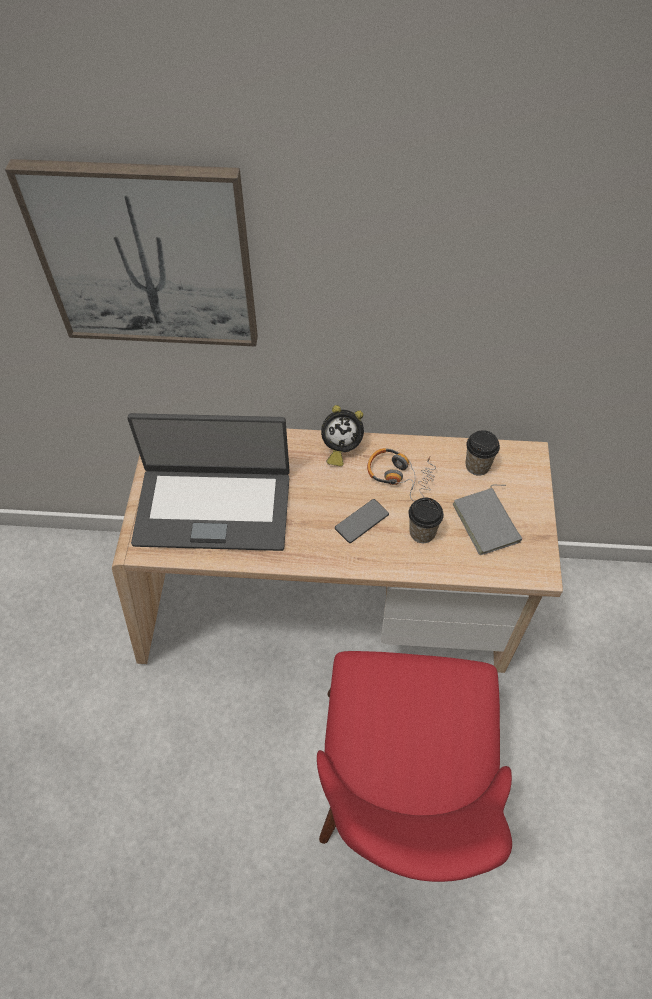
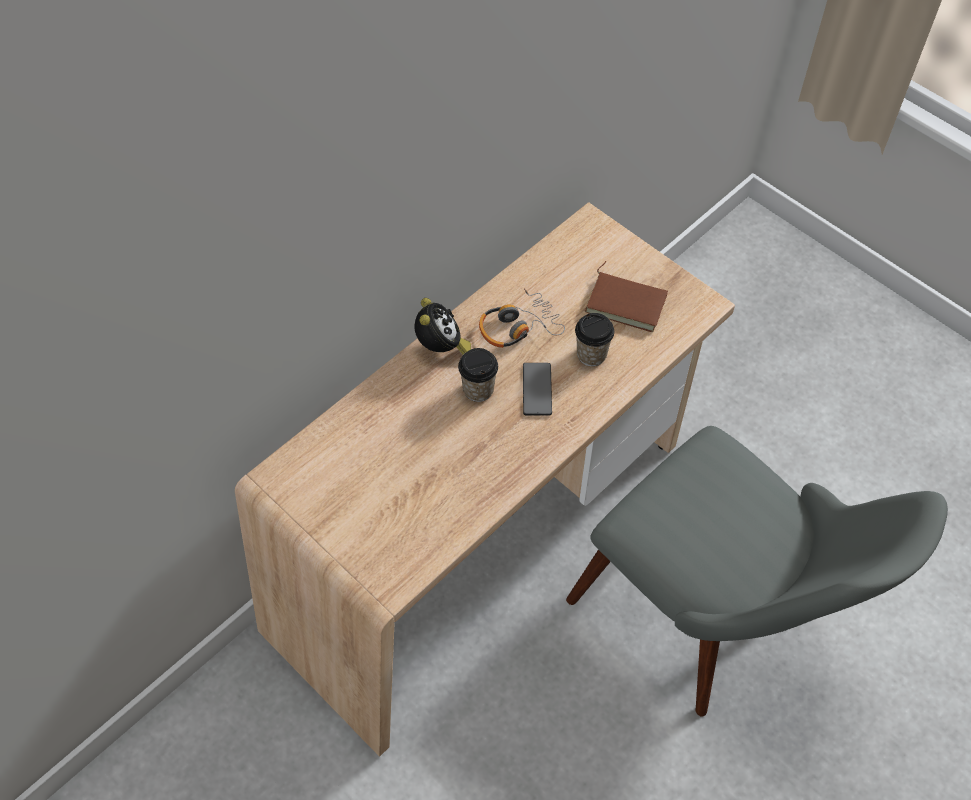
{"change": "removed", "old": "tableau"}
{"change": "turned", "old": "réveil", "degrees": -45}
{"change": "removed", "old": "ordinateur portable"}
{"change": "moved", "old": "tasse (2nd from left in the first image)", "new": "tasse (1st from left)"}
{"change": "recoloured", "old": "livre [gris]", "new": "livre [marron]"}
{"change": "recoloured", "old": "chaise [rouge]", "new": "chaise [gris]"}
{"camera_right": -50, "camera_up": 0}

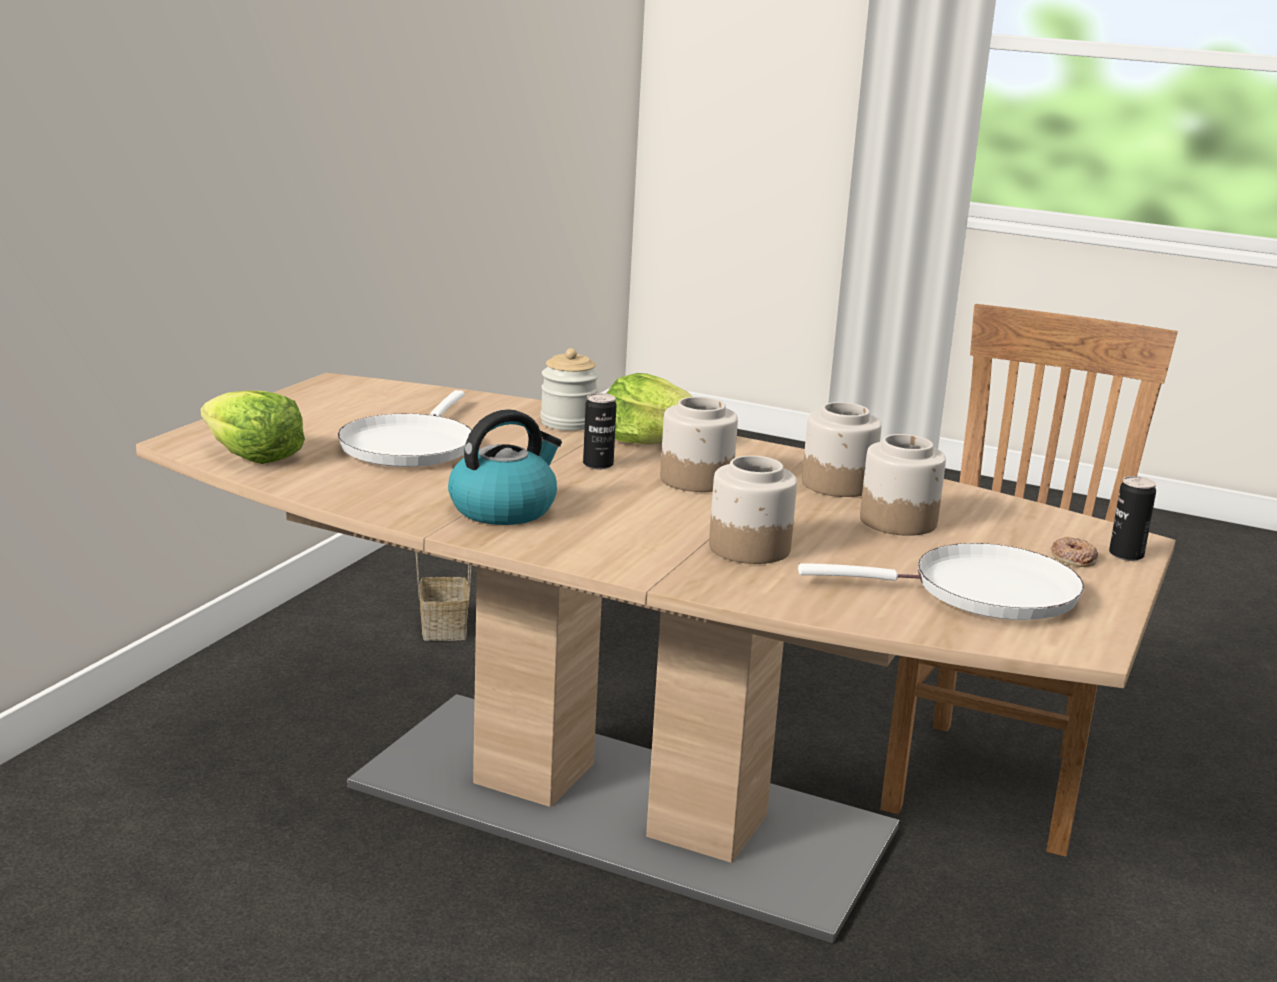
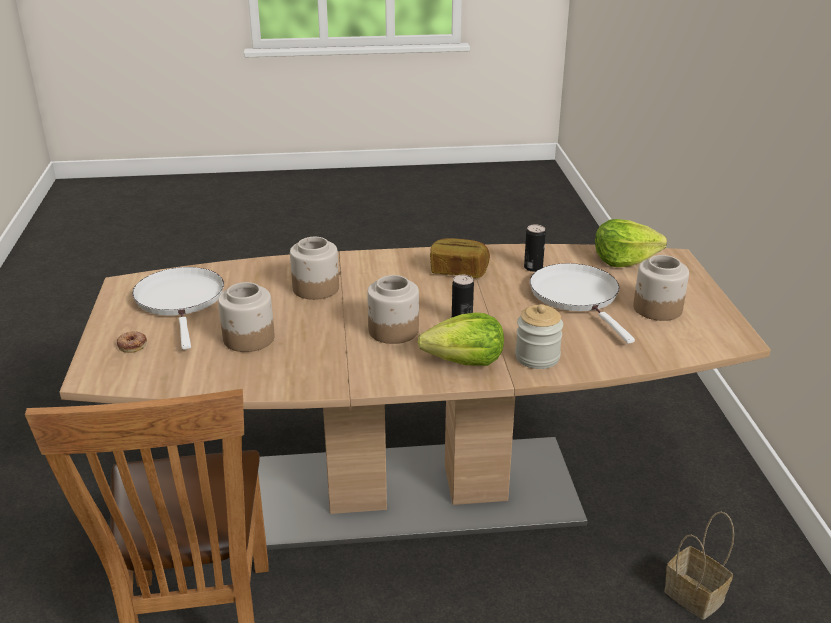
{"change": "moved", "old": "bocal (4th from left in the first image)", "new": "bocal (5th from left)"}
{"change": "replaced", "old": "bouilloire", "new": "pain"}
{"change": "moved", "old": "boîte métallique (2nd from left)"}
{"change": "turned", "old": "poêle [blanc] (2nd from left in the first image)", "degrees": 105}
{"camera_right": 150, "camera_up": 10}

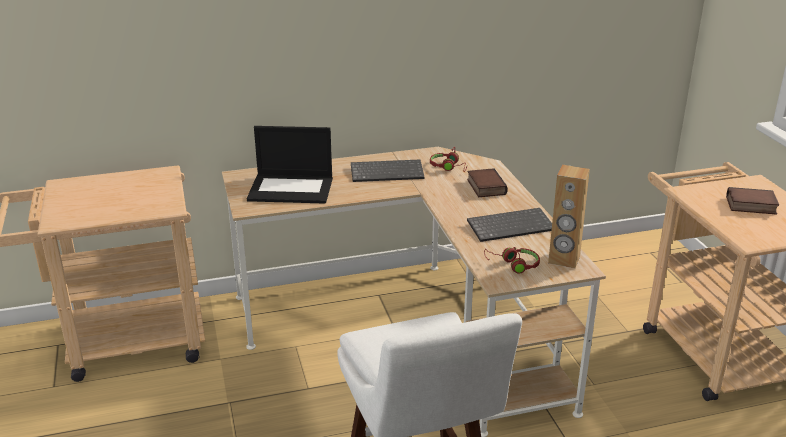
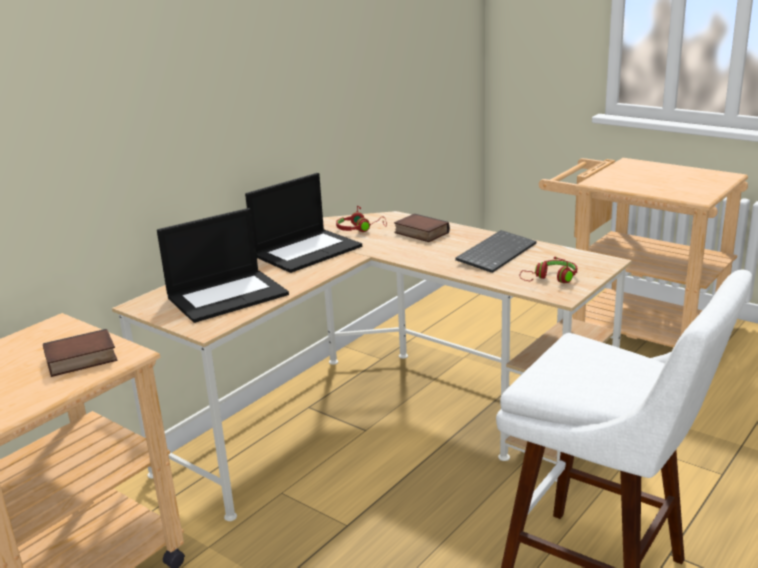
{"change": "replaced", "old": "clavier (1st from left)", "new": "ordinateur portable (2nd from left)"}
{"change": "removed", "old": "enceinte [marron]"}
{"change": "moved", "old": "livre (2nd from left in the first image)", "new": "livre (1st from left)"}
{"camera_right": -35, "camera_up": -5}

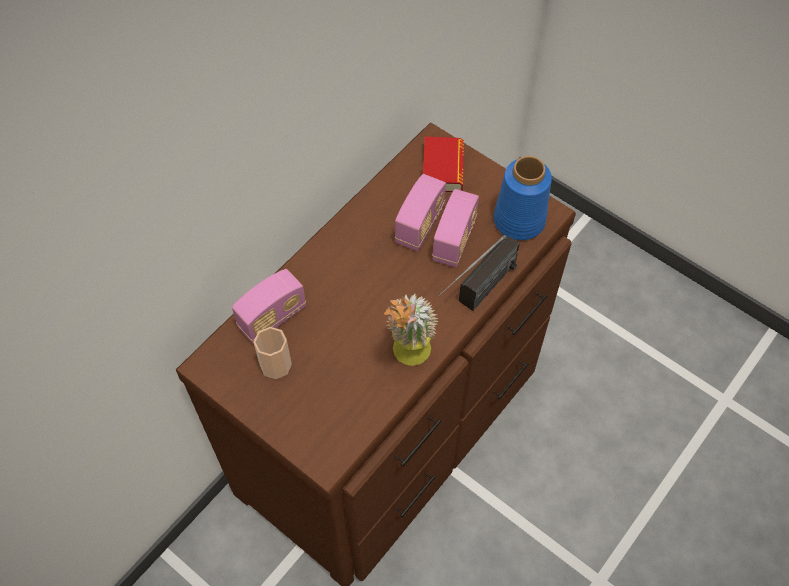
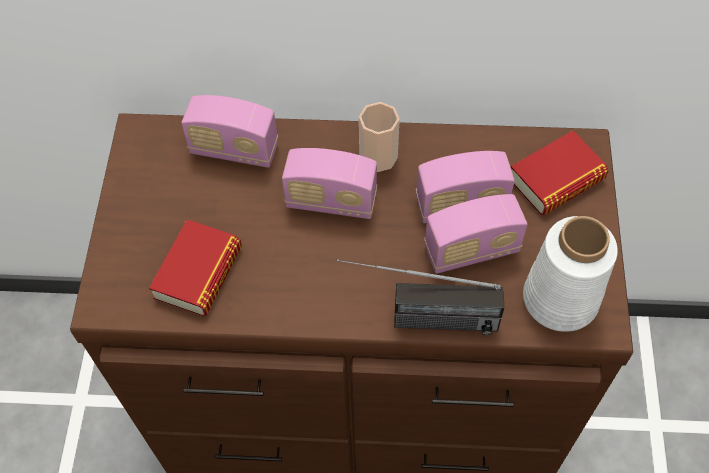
{"change": "recoloured", "old": "vase [bleu]", "new": "vase [blanc]"}
{"change": "removed", "old": "plante en pot"}
{"change": "moved", "old": "tasse"}
{"change": "added", "new": "radio (2nd from left)"}
{"change": "added", "new": "livre (1st from left)"}
{"camera_right": 55, "camera_up": 0}

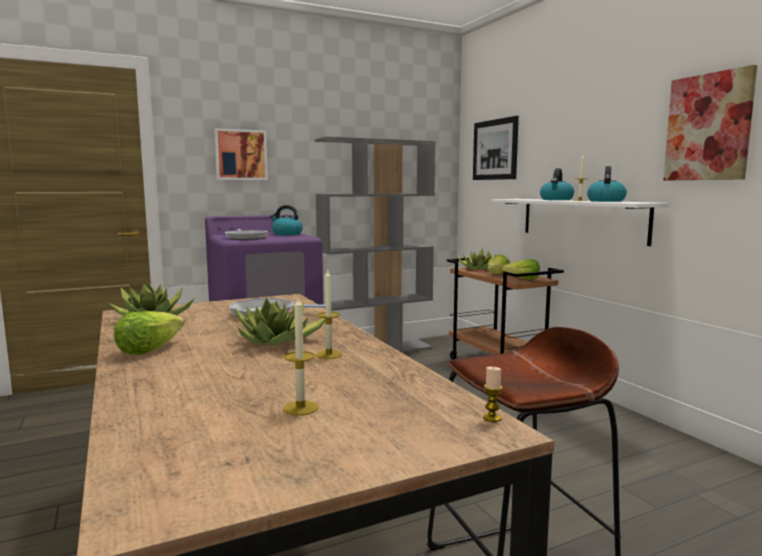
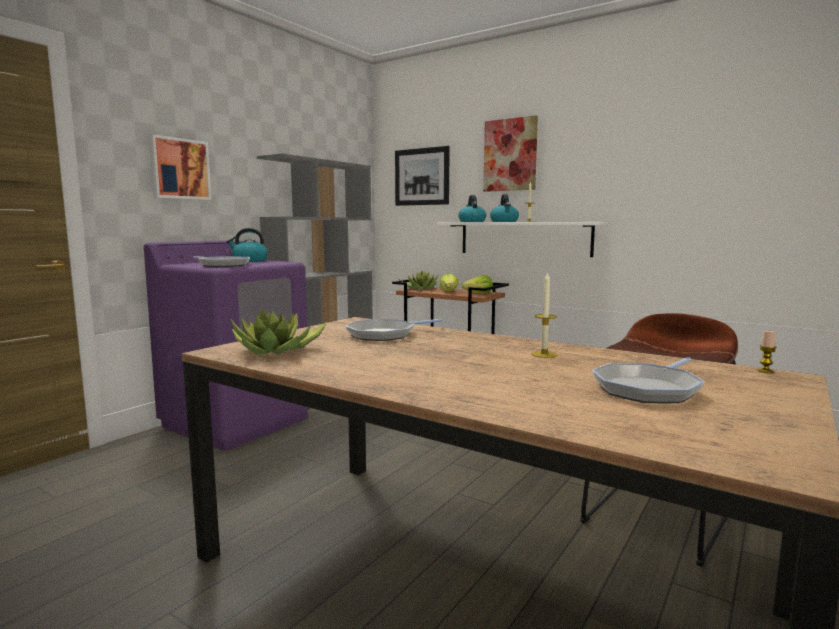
{"change": "moved", "old": "tableau (3rd from left)"}
{"change": "moved", "old": "bouilloire (3rd from left in the first image)", "new": "bouilloire (2nd from left)"}
{"change": "replaced", "old": "bougie (1st from left)", "new": "poêle (3rd from left)"}
{"change": "removed", "old": "plante en pot (2nd from left)"}
{"change": "removed", "old": "laitue (1st from left)"}
{"camera_right": -30, "camera_up": 0}

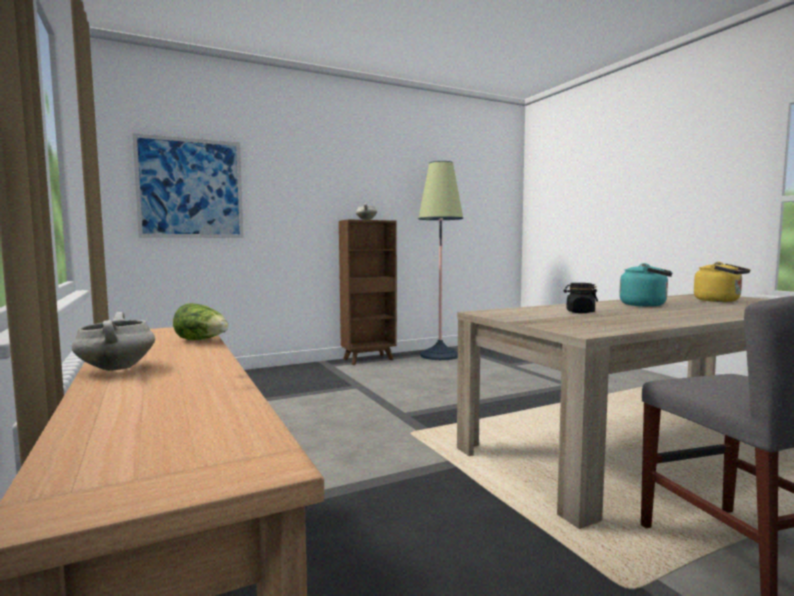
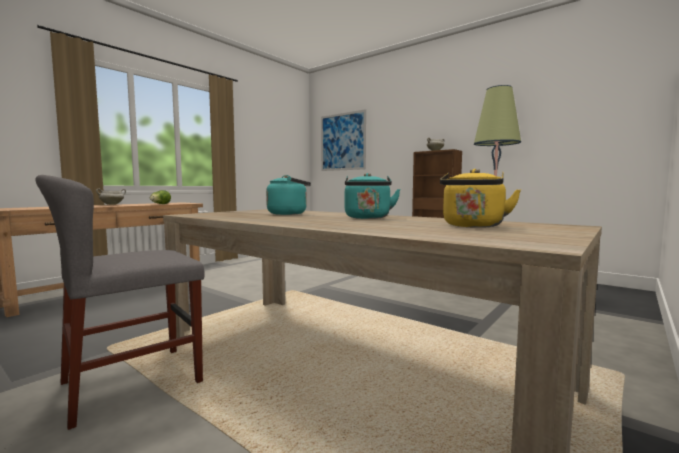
{"change": "replaced", "old": "bocal [noir]", "new": "bouilloire [turquoise] (1st from left)"}
{"camera_right": 65, "camera_up": 0}

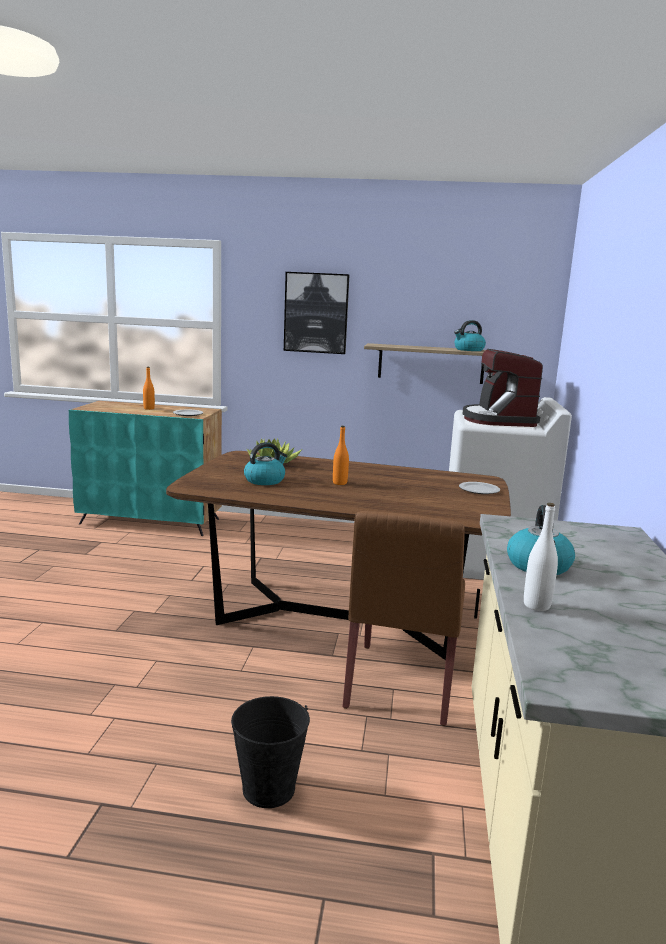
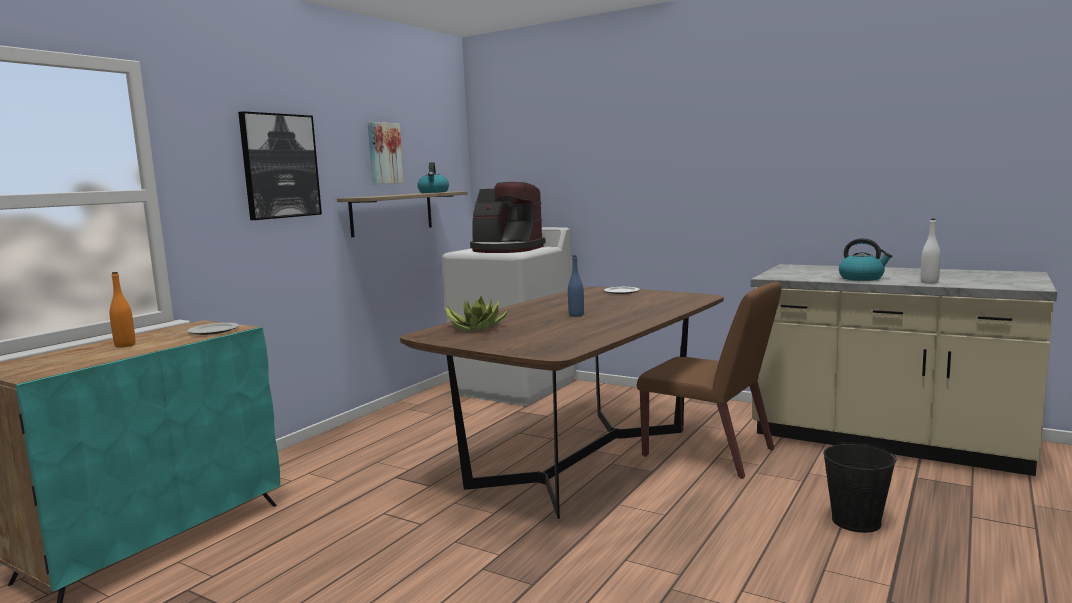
{"change": "recoloured", "old": "bouteille [orange] (2nd from left)", "new": "bouteille [bleu]"}
{"change": "removed", "old": "bouilloire (1st from left)"}
{"change": "added", "new": "tableau (2nd from left)"}
{"camera_right": -65, "camera_up": -5}

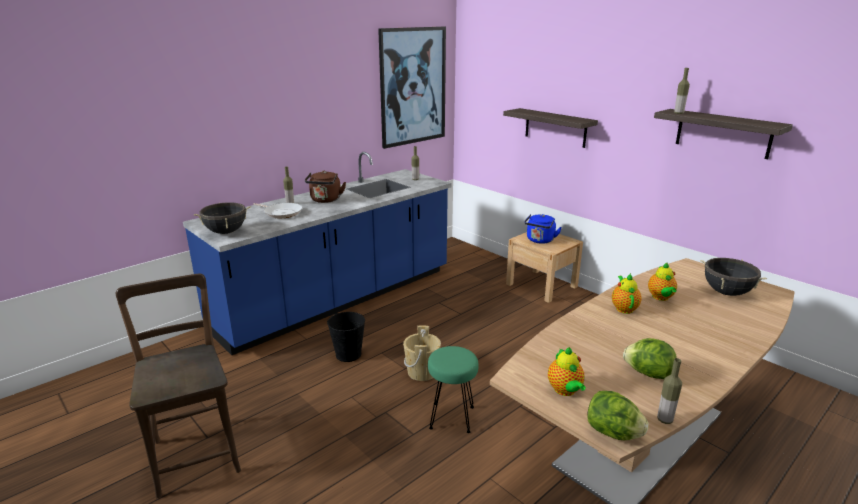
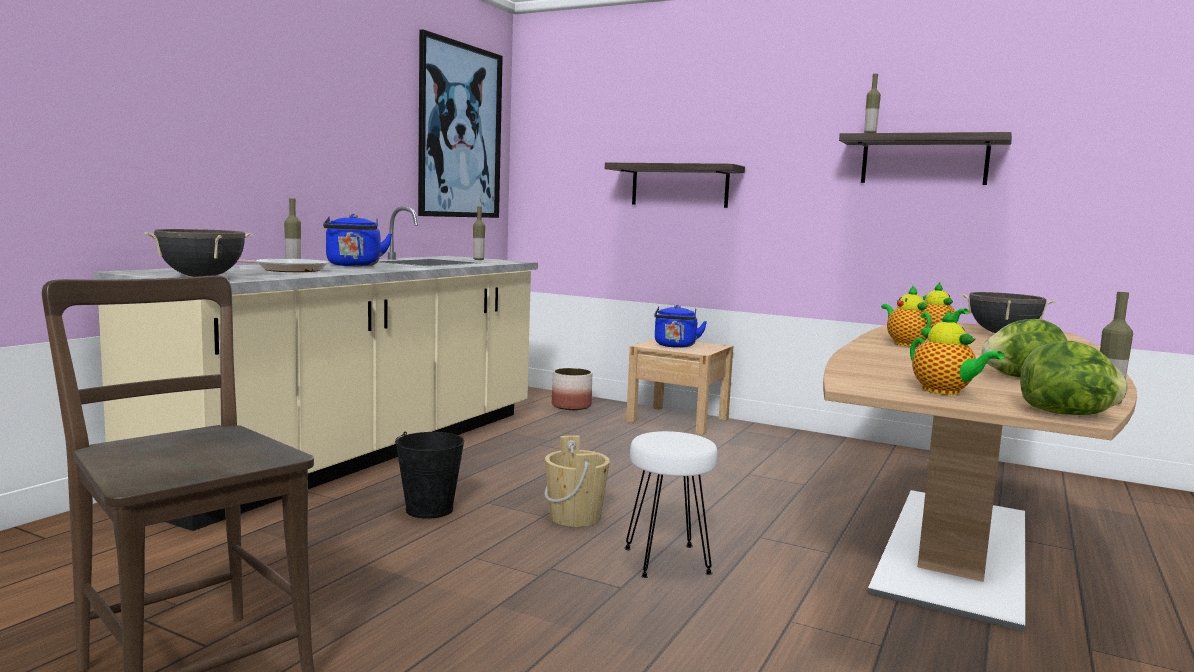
{"change": "recoloured", "old": "comptoir de cuisine [bleu]", "new": "comptoir de cuisine [beige]"}
{"change": "recoloured", "old": "bouilloire [marron]", "new": "bouilloire [bleu] (1st from left)"}
{"change": "recoloured", "old": "tabouret [vert]", "new": "tabouret [blanc]"}
{"change": "added", "new": "cache-pot"}
{"camera_right": -20, "camera_up": -15}

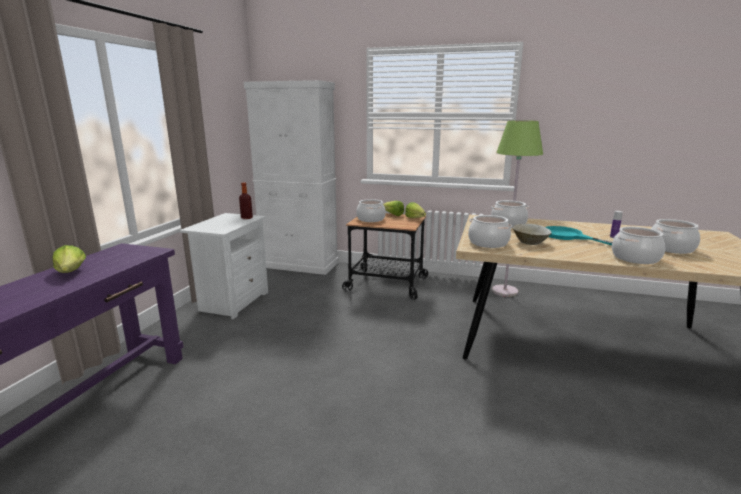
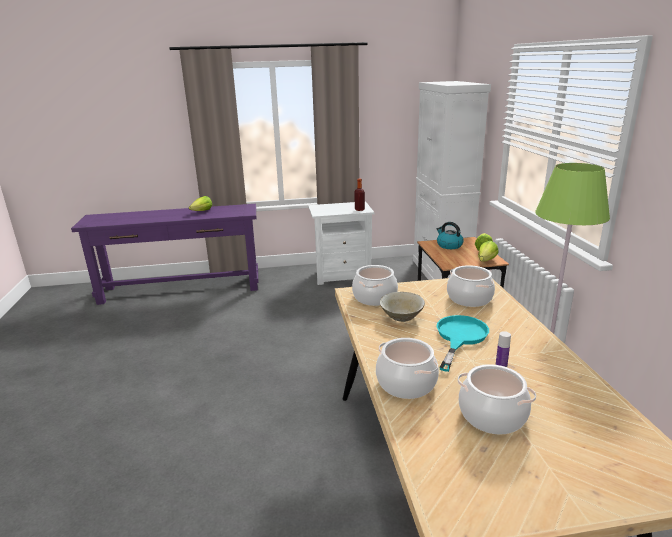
{"change": "replaced", "old": "marmite (1st from left)", "new": "bouilloire"}
{"camera_right": 65, "camera_up": 5}

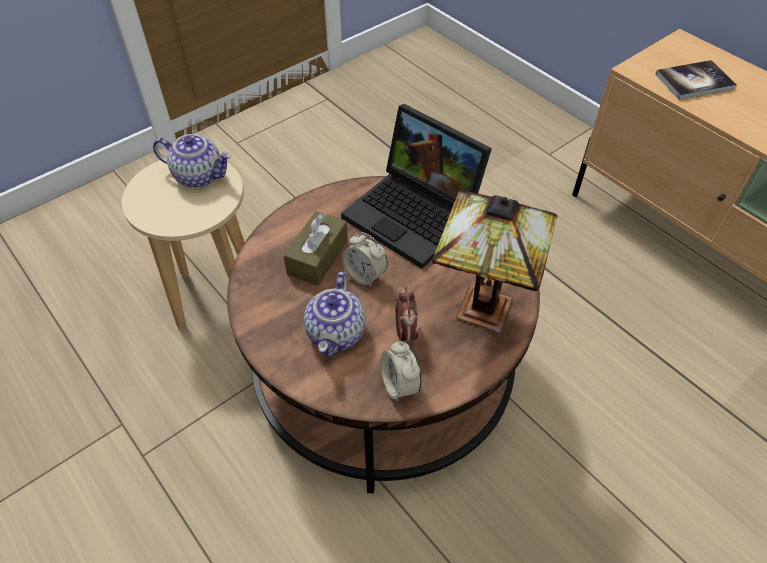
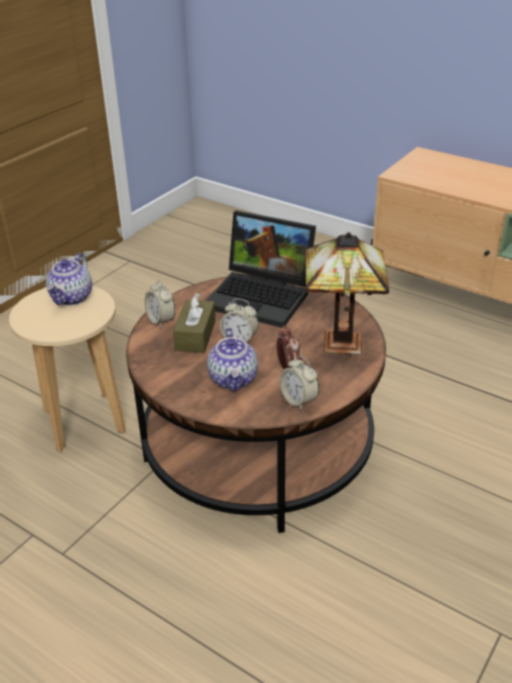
{"change": "removed", "old": "livre"}
{"change": "turned", "old": "théière (1st from left)", "degrees": 105}
{"change": "added", "new": "réveil (1st from left)"}
{"camera_right": -15, "camera_up": -15}

